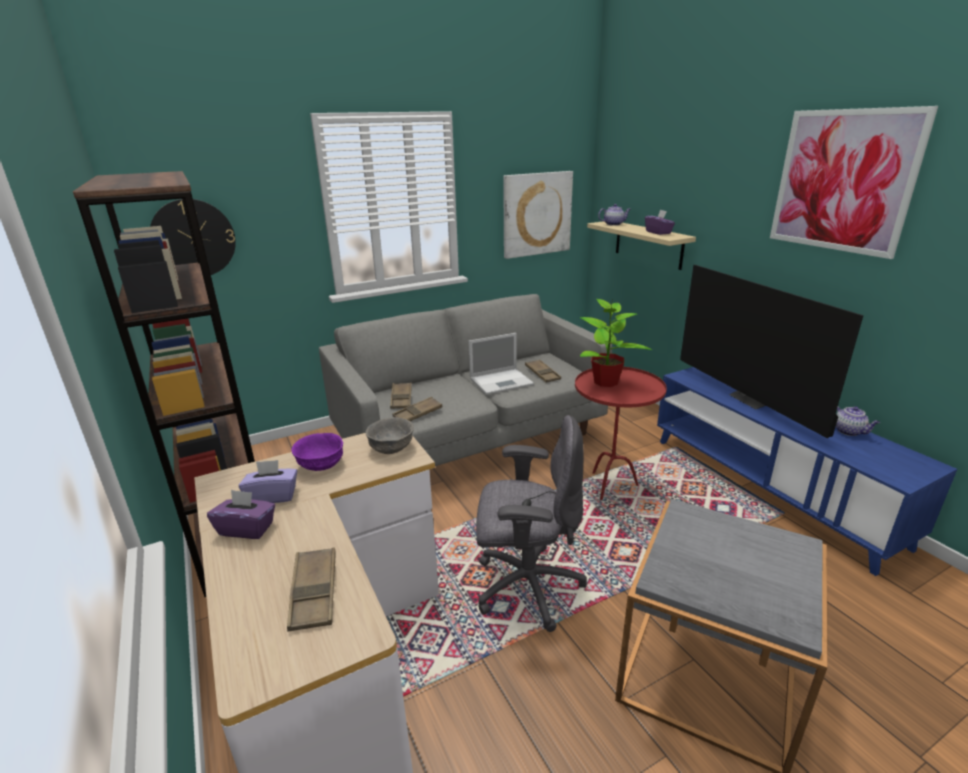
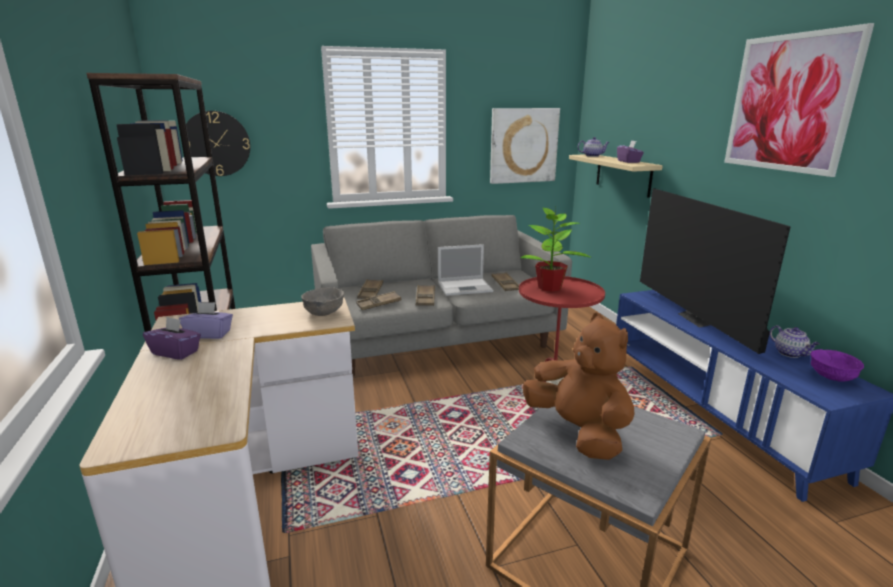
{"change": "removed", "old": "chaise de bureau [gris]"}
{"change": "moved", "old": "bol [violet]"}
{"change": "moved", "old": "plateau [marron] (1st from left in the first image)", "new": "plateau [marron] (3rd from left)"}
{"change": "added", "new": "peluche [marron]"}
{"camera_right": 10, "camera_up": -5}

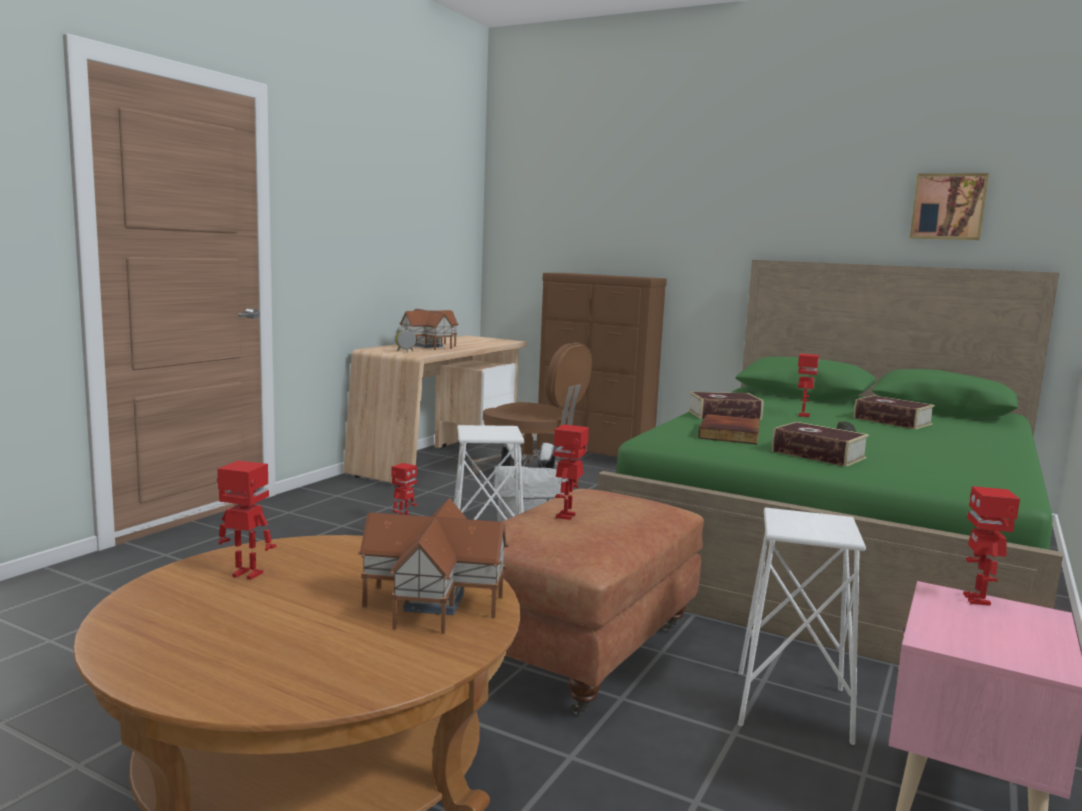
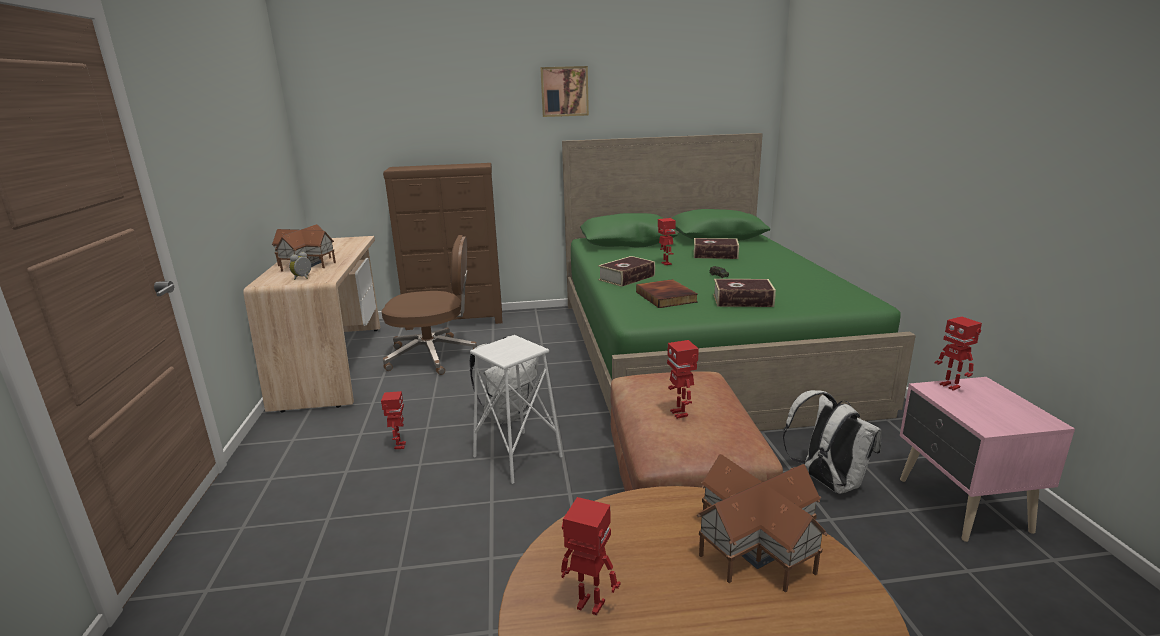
{"change": "moved", "old": "tableau"}
{"change": "turned", "old": "robot jouet (1st from left in the first image)", "degrees": 45}
{"change": "replaced", "old": "tabouret [blanc] (2nd from left)", "new": "sac à dos [blanc] (2nd from left)"}
{"camera_right": -35, "camera_up": 10}

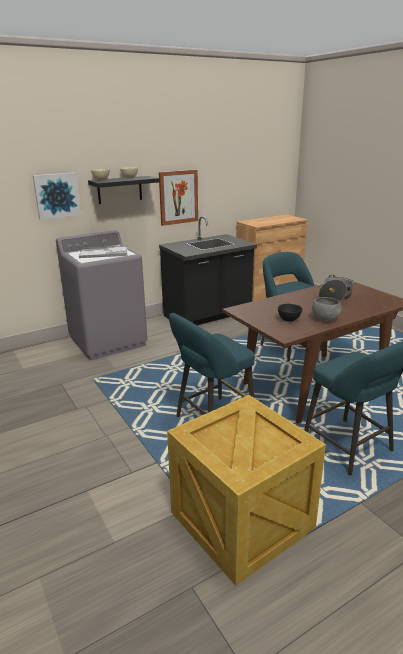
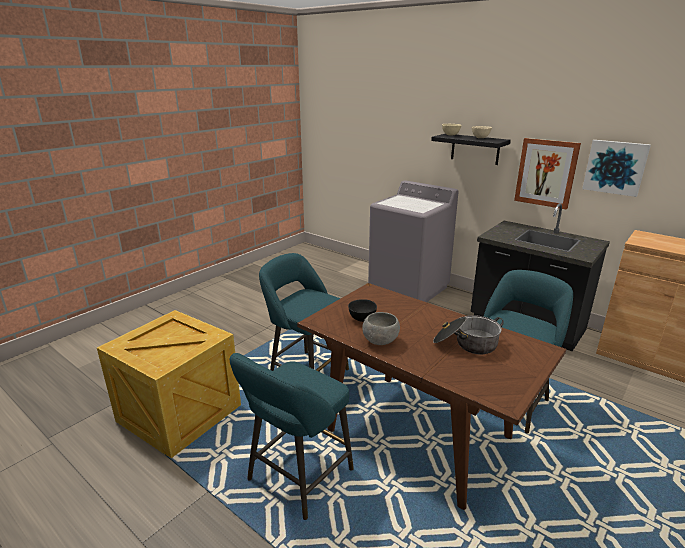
{"change": "moved", "old": "tableau (1st from left in the first image)", "new": "tableau (2nd from left)"}
{"change": "removed", "old": "plateau"}
{"camera_right": 70, "camera_up": 0}

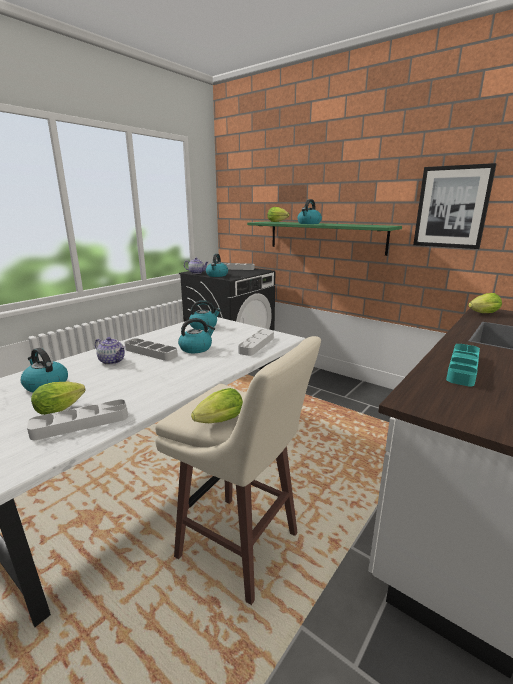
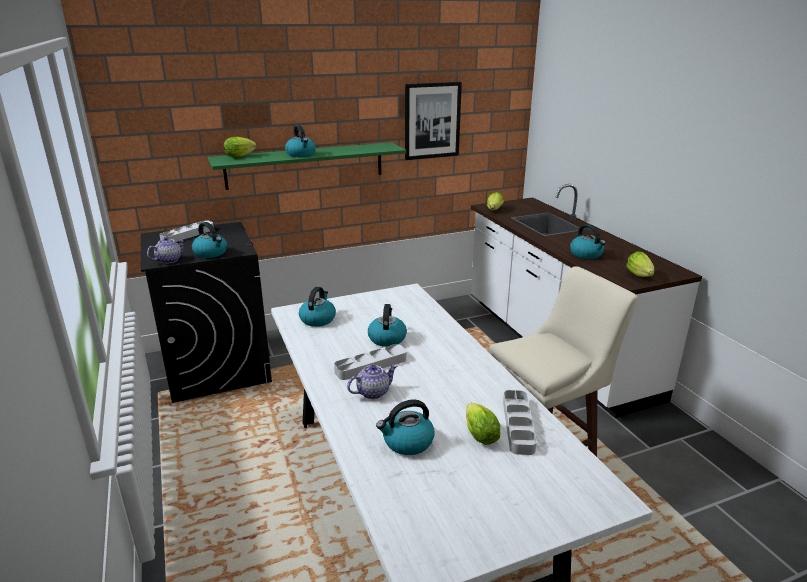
{"change": "removed", "old": "plateau [gris] (4th from left)"}
{"change": "replaced", "old": "plateau [turquoise]", "new": "bouilloire (6th from left)"}
{"change": "moved", "old": "laitue (2nd from left in the first image)", "new": "laitue (4th from left)"}
{"camera_right": -60, "camera_up": 5}

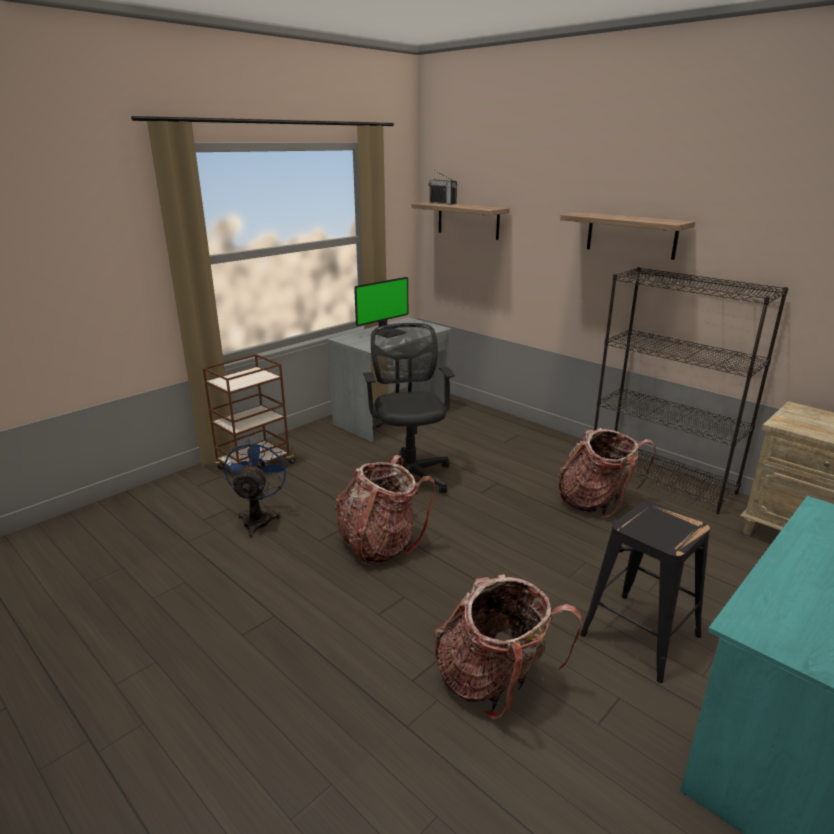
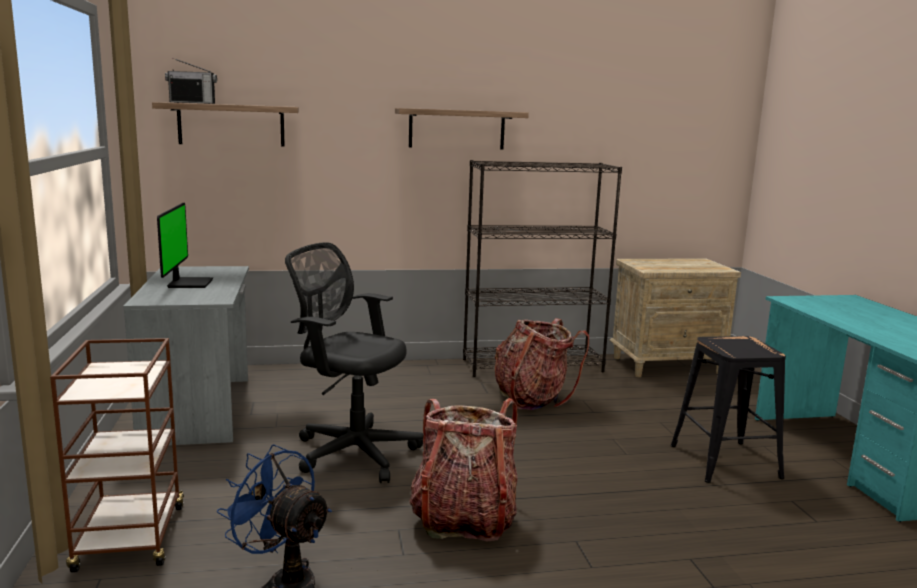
{"change": "removed", "old": "sac à dos (2nd from left)"}
{"camera_right": -55, "camera_up": -10}

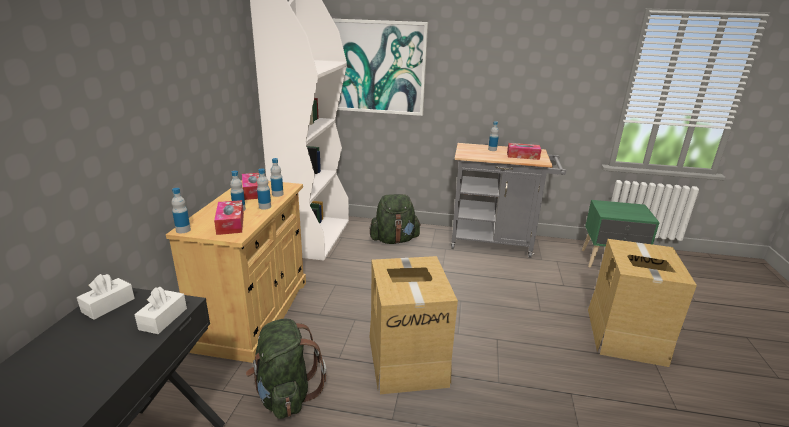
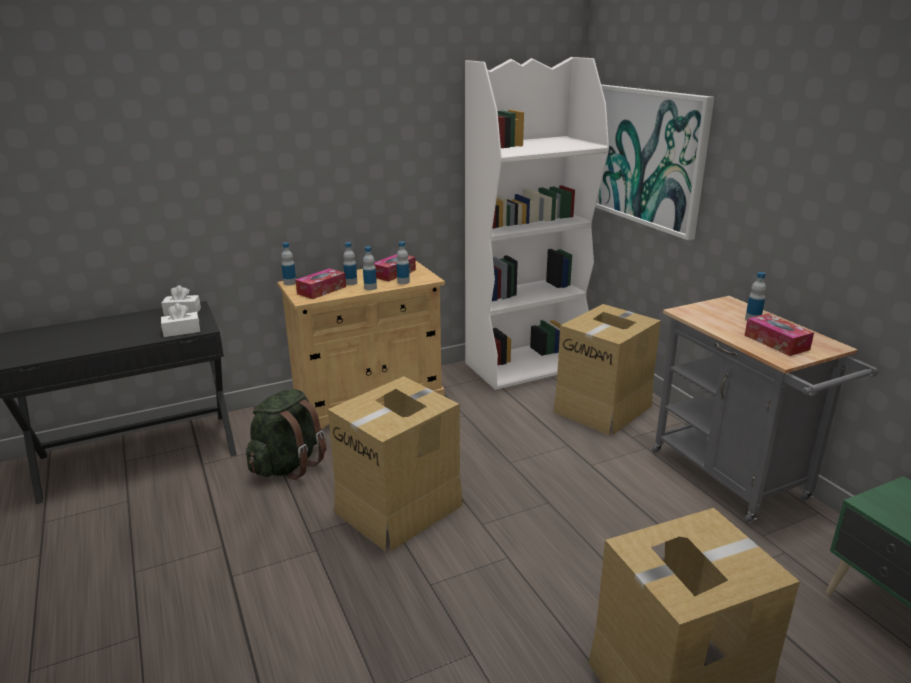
{"change": "replaced", "old": "sac à dos [vert] (2nd from left)", "new": "carton (2nd from left)"}
{"camera_right": 55, "camera_up": 0}

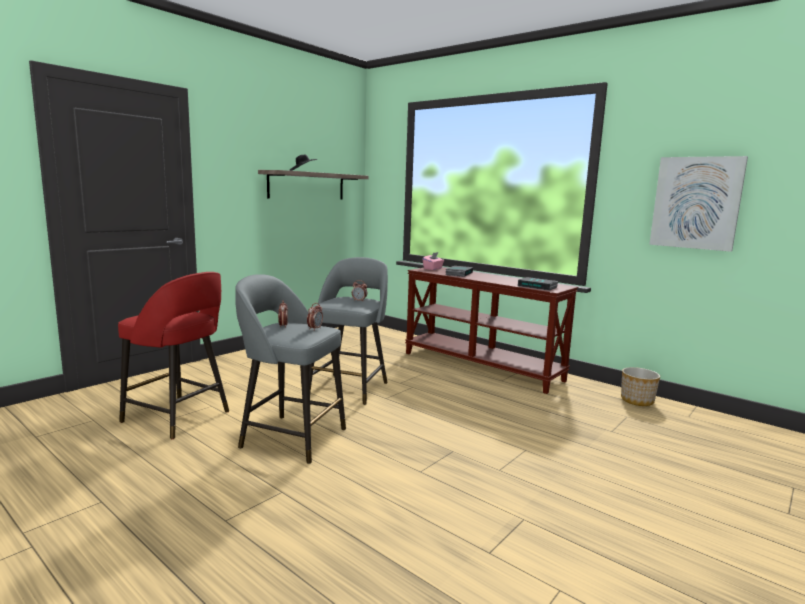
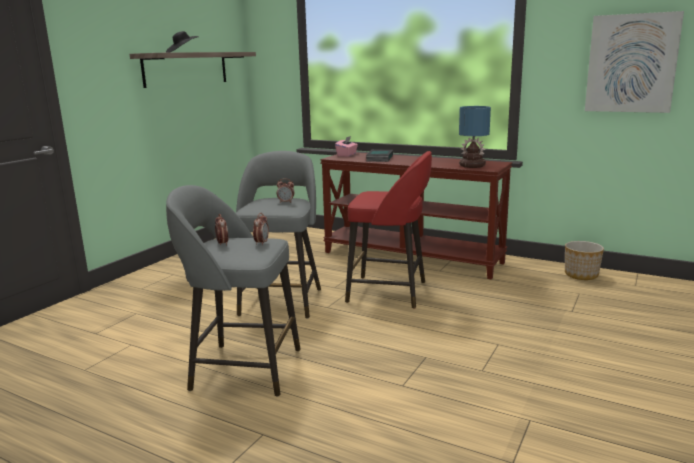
{"change": "moved", "old": "tabouret [rouge]"}
{"change": "replaced", "old": "livre (2nd from left)", "new": "lampe de table"}
{"camera_right": -10, "camera_up": 5}

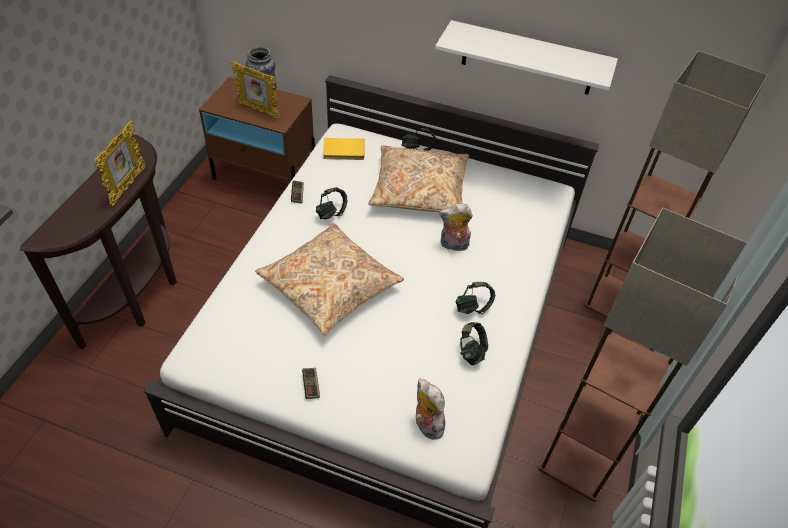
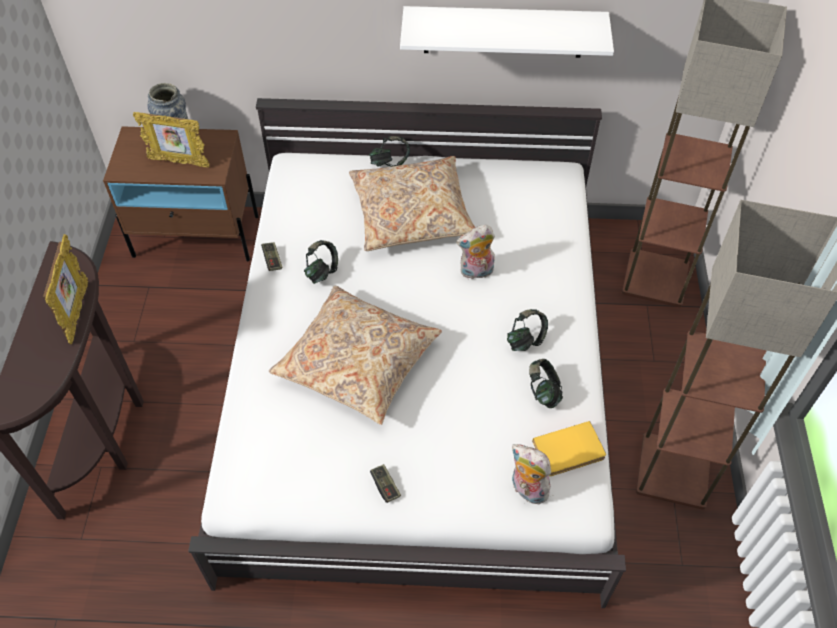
{"change": "moved", "old": "livre [jaune]"}
{"camera_right": -15, "camera_up": 5}

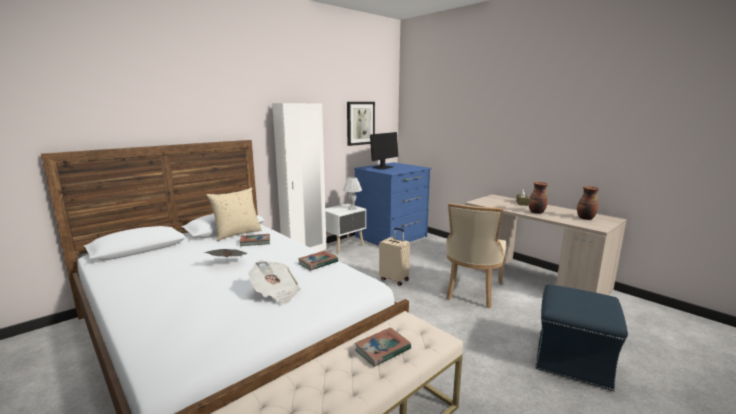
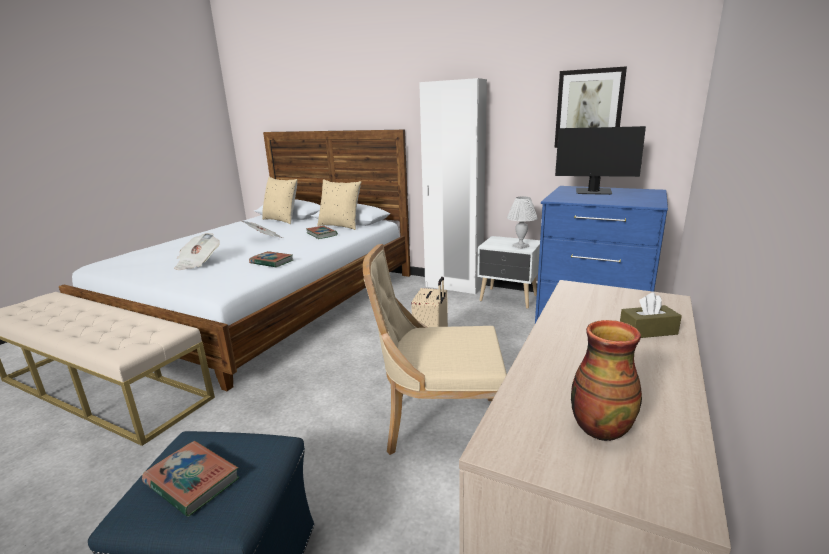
{"change": "removed", "old": "vase (1st from left)"}
{"change": "moved", "old": "livre (3rd from left in the first image)", "new": "livre (1st from left)"}
{"change": "added", "new": "coussin [beige] (1st from left)"}
{"camera_right": 70, "camera_up": 5}

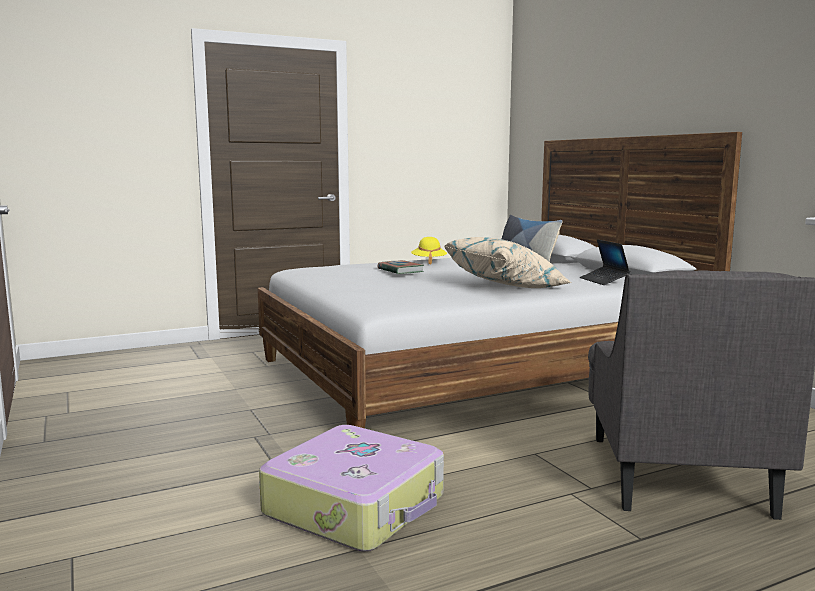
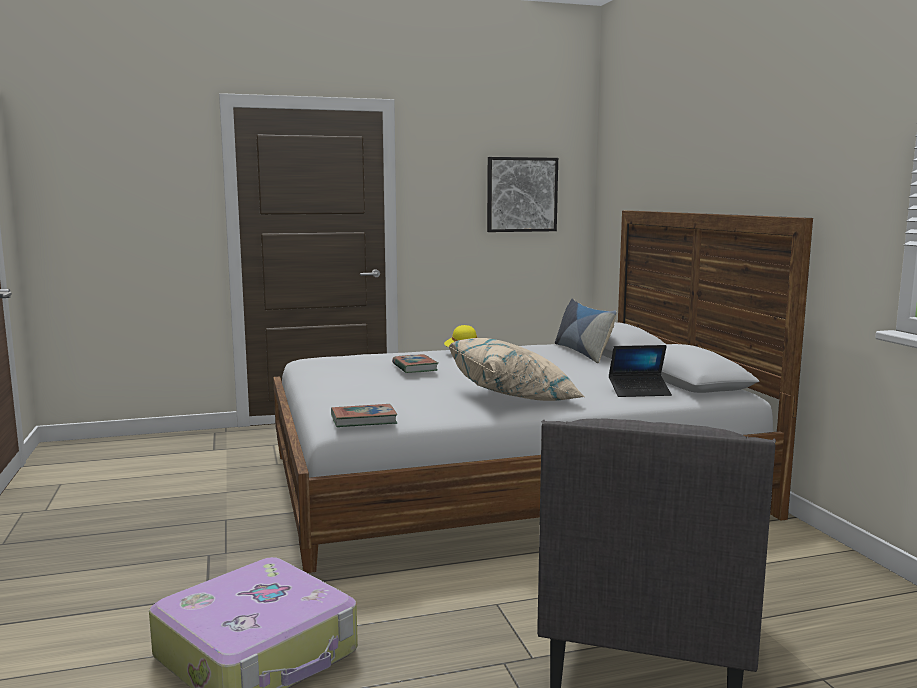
{"change": "turned", "old": "ordinateur portable", "degrees": -90}
{"change": "added", "new": "tableau"}
{"change": "added", "new": "livre (1st from left)"}
{"camera_right": 10, "camera_up": 0}

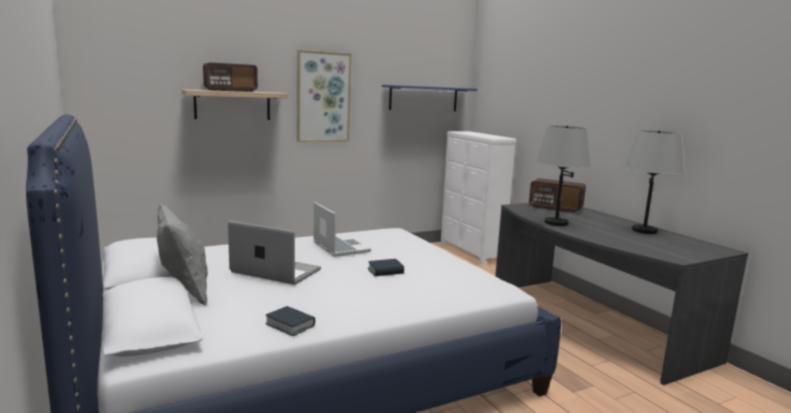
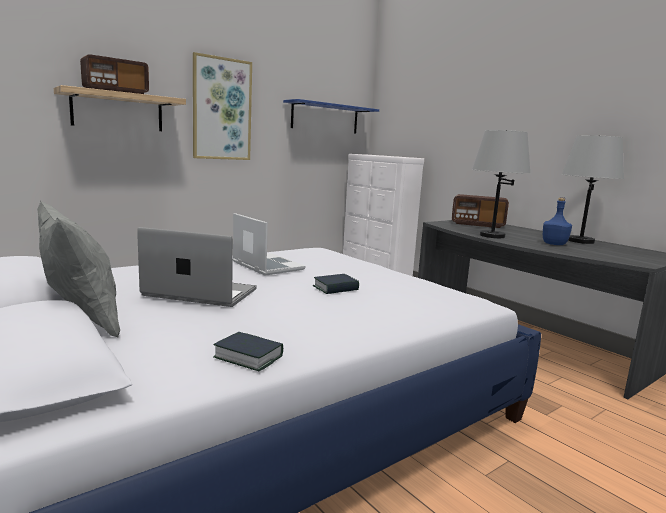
{"change": "added", "new": "bouteille [bleu]"}
{"camera_right": -10, "camera_up": 0}

